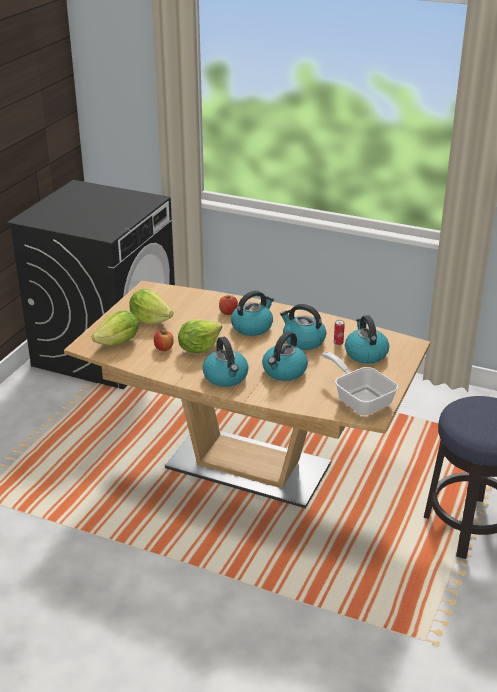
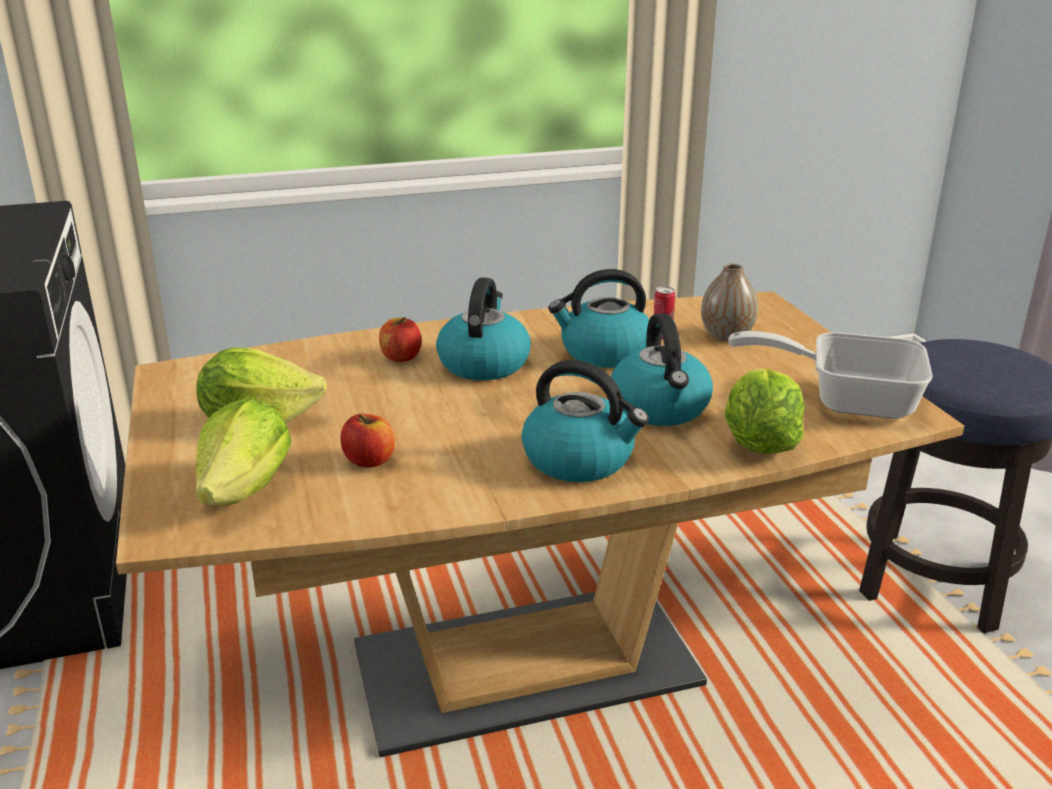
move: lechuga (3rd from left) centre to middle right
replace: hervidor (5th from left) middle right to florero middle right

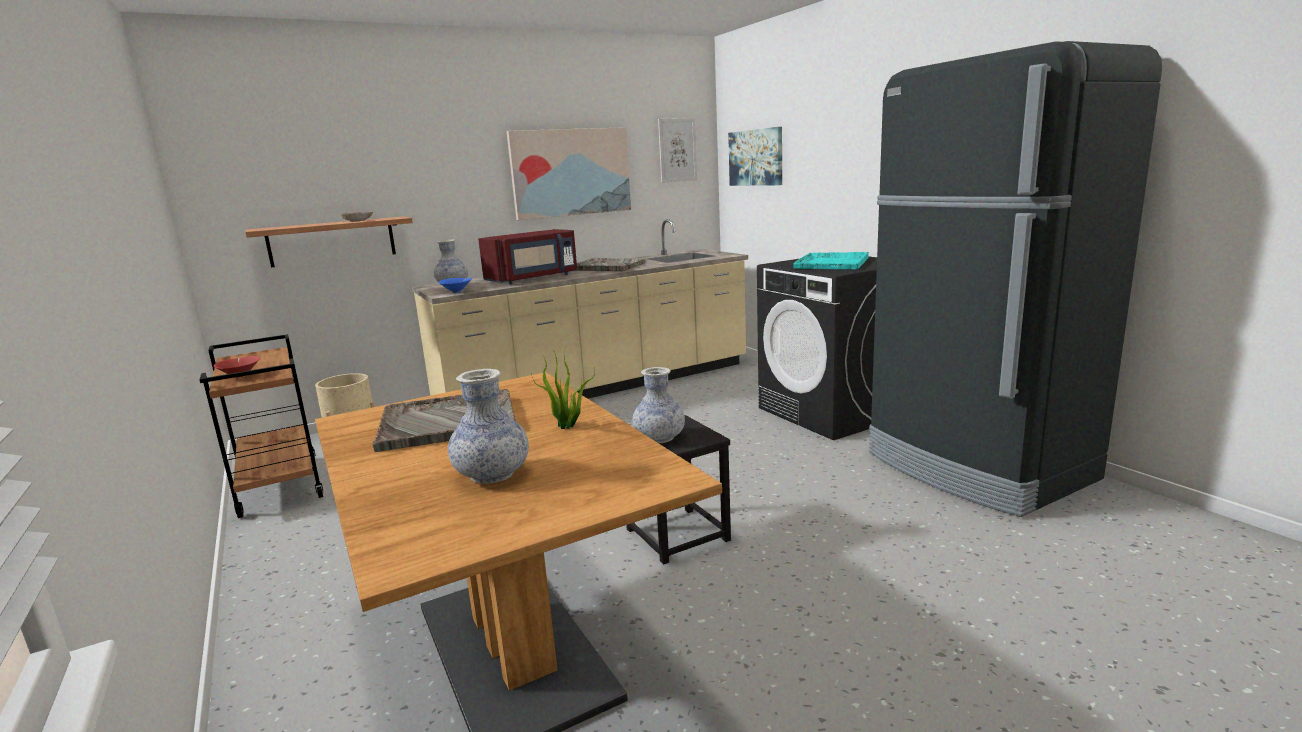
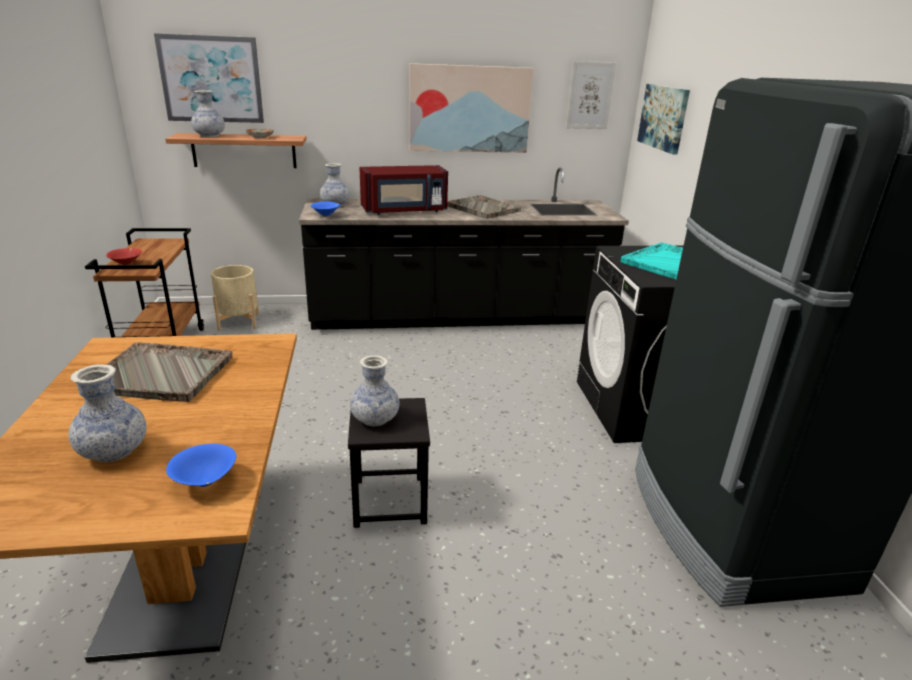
delete: planta en maceta centre
insert: cuadro (1st from left) top left; cuenco [azul] (1st from left) bottom left; florero (2nd from left) top left
recolor: mueble bajo de cocina [beis] centre to mueble bajo de cocina [negro] centre

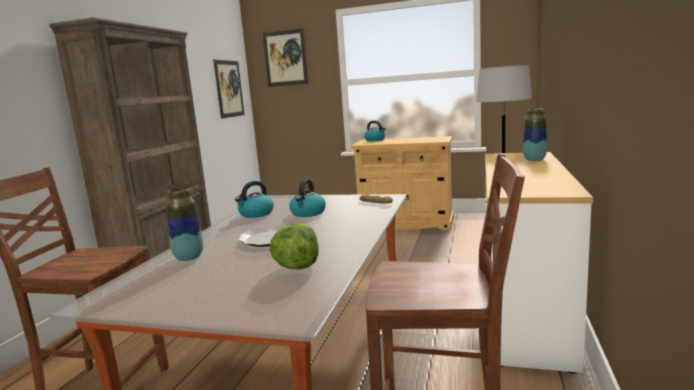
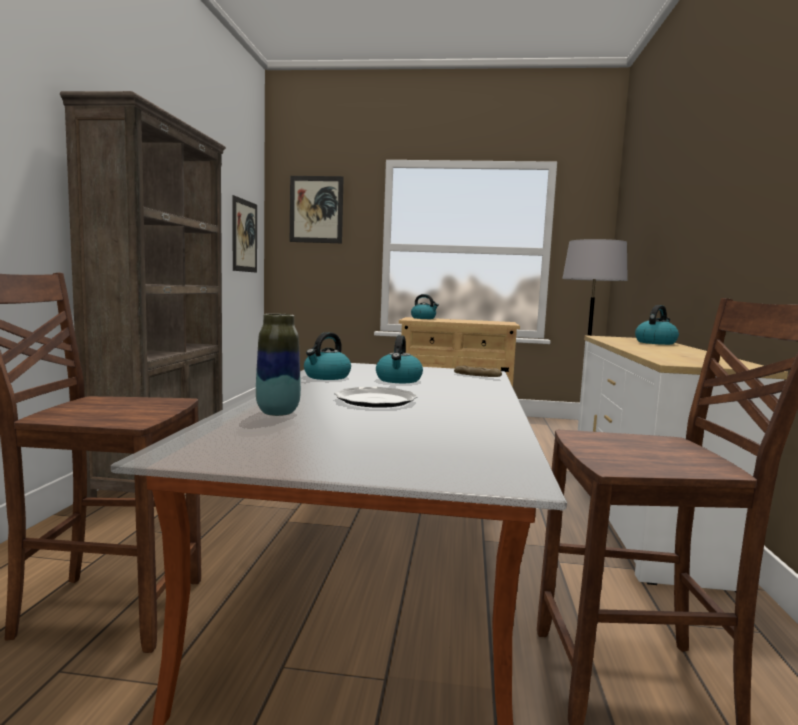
delete: lechuga centre
replace: florero (2nd from left) middle right to hervidor (4th from left) middle right

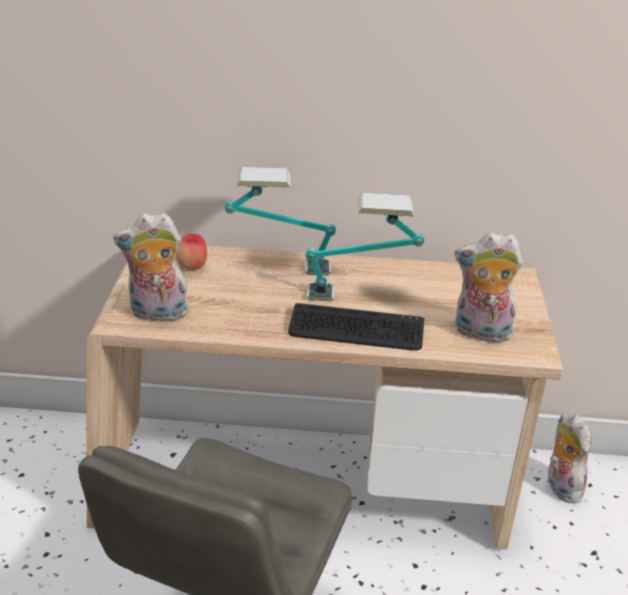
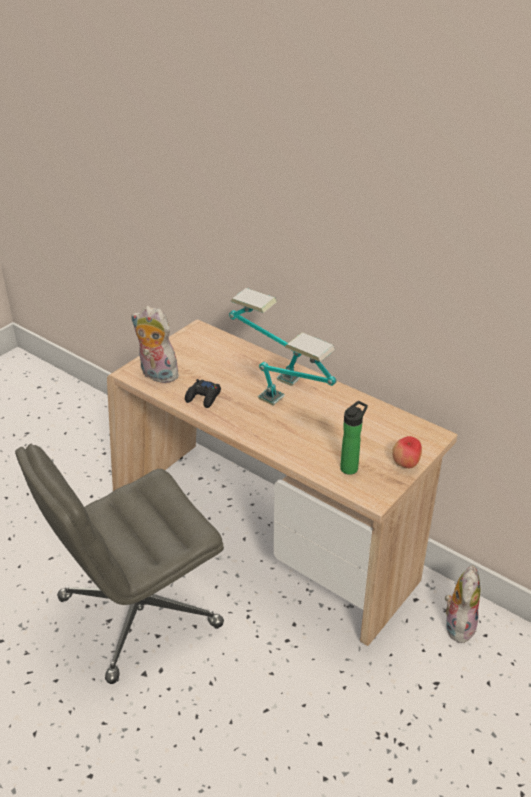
delete: teclado centre
insert: mando de consola [negro] centre
move: manzana middle left to middle right
replace: peluche (2nd from left) middle right to botella middle right

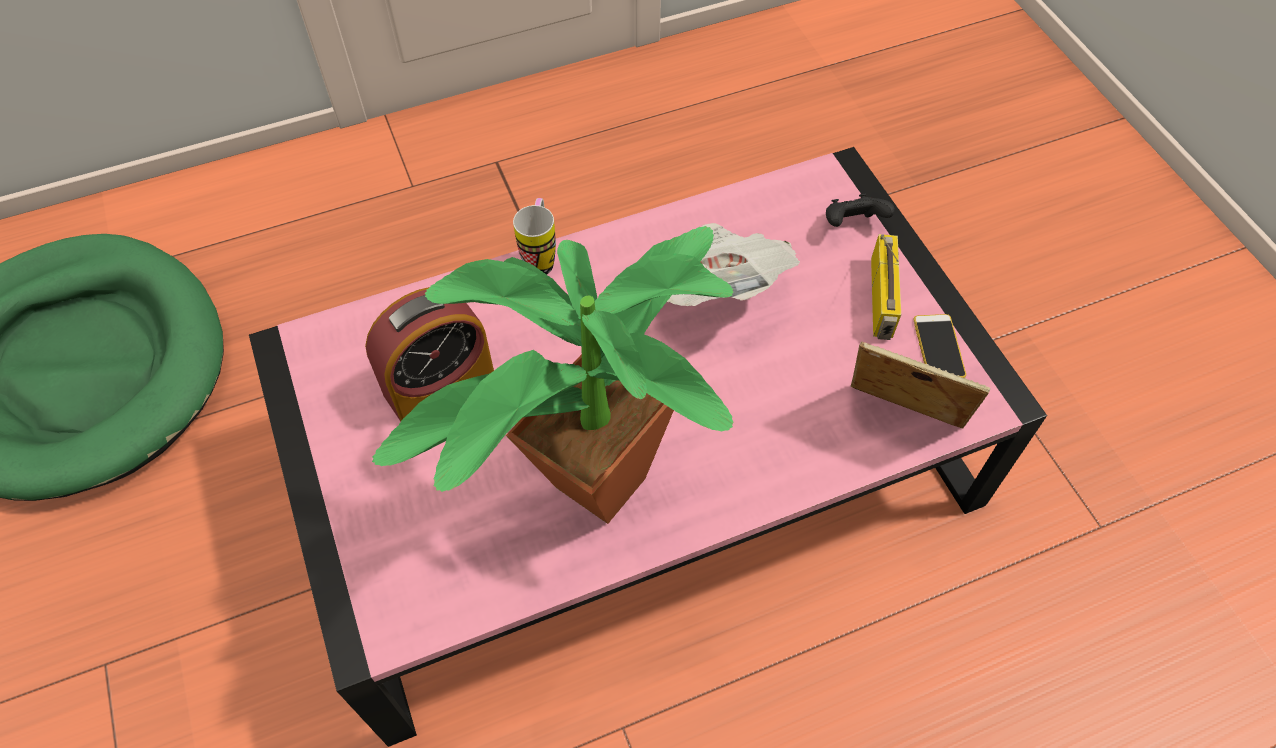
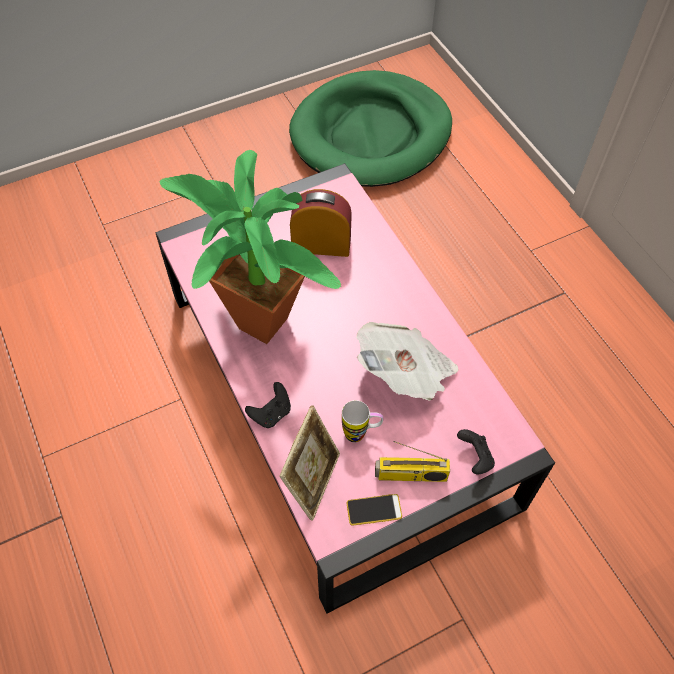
insert: mando de consola [negro] (1st from left) centre
move: taza grande top centre to centre
rotate: despertador centre = top centre 135 degrees clockwise

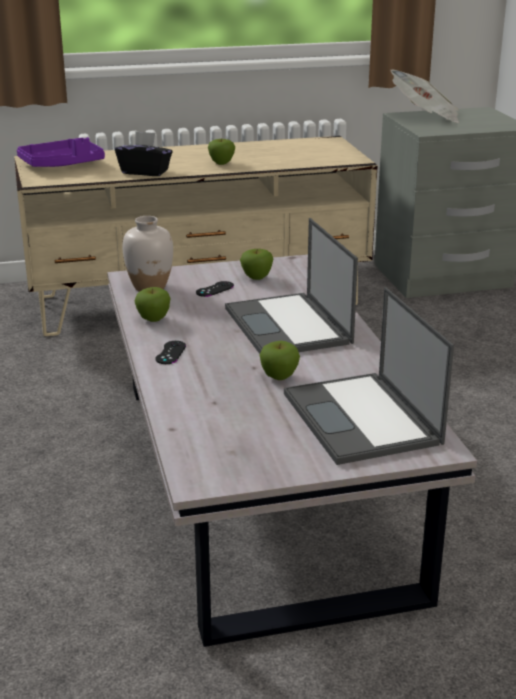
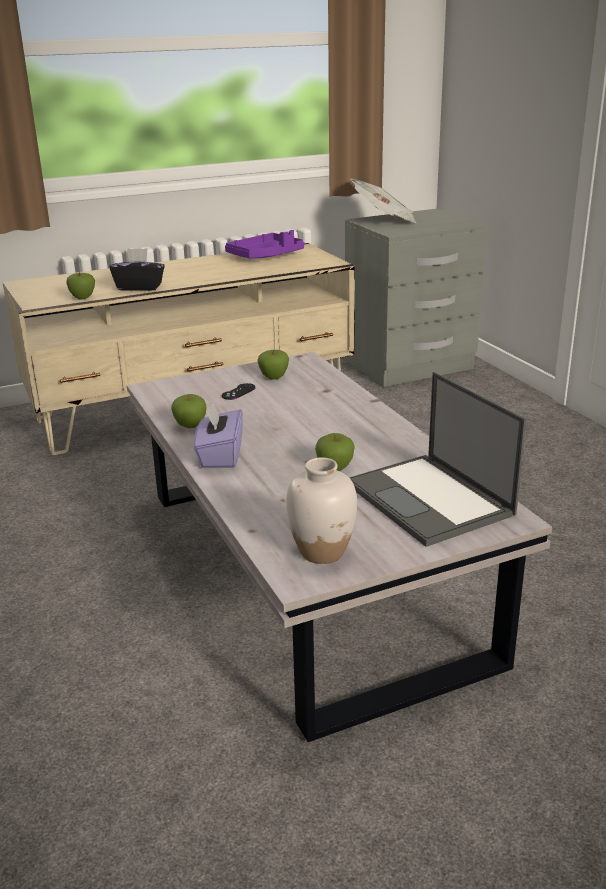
delete: portátil (1st from left) centre
move: bandeja [morado] top left to top centre; florero [blanco] middle left to centre; manzana (2nd from left in the first image) top centre to manzana (1st from left) top left
replace: mando de consola [negro] (1st from left) middle left to caja de pañuelos [morado] centre

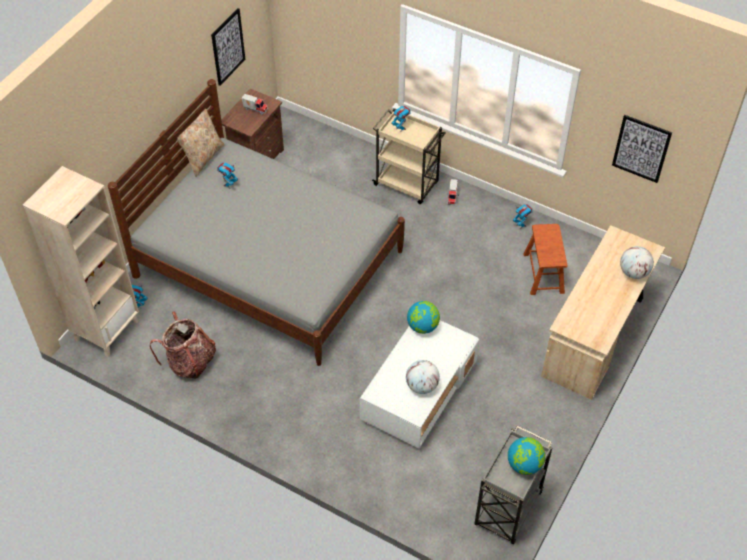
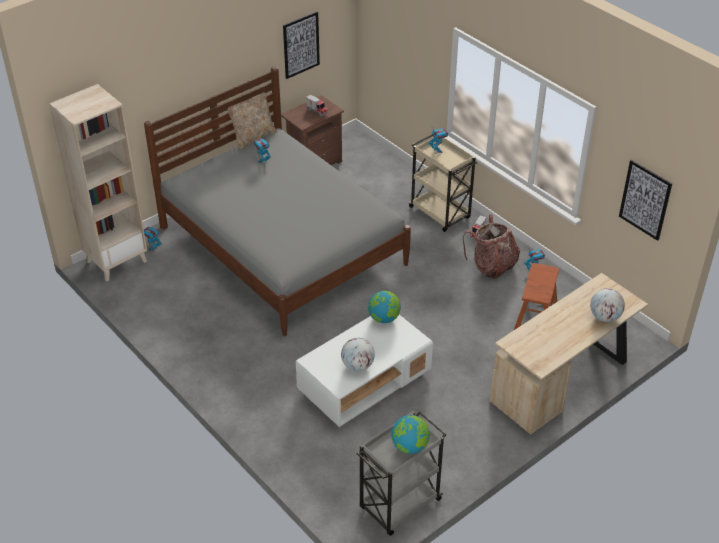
move: mochila middle left to middle right

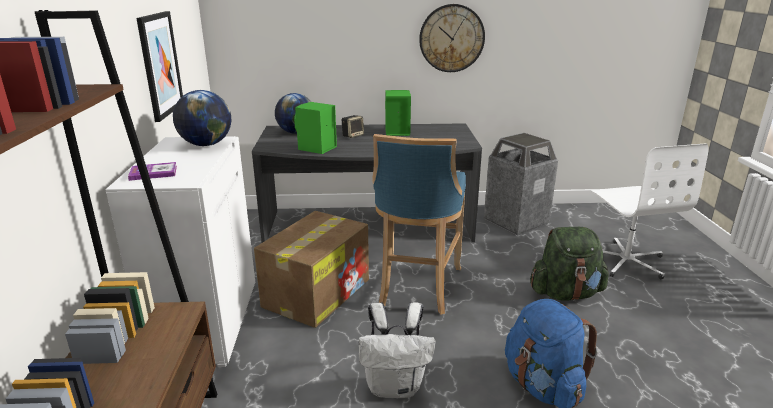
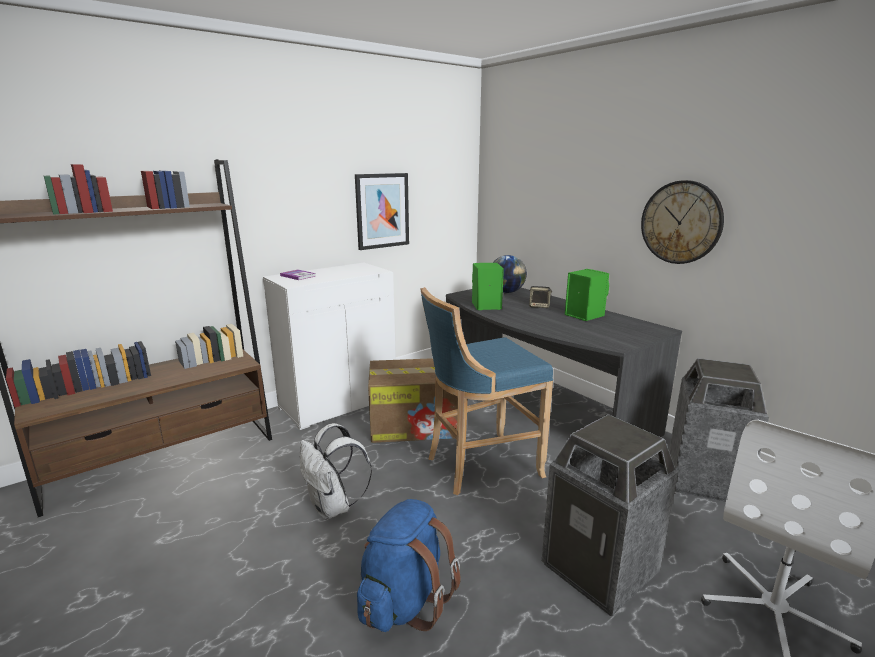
delete: globo terráqueo (1st from left) top left
replace: mochila [verde] middle right to papelera (1st from left) bottom right

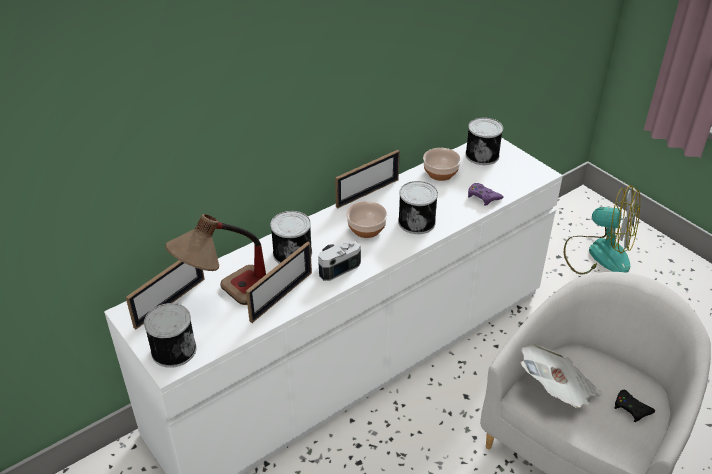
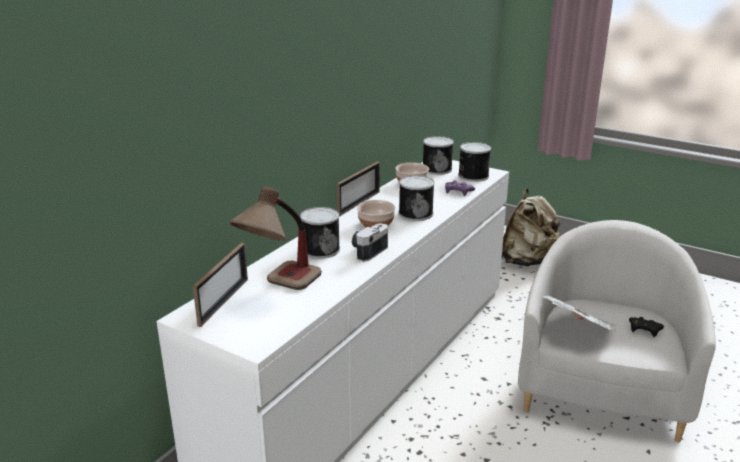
delete: portarretratos (2nd from left) centre
move: lata (1st from left in the first image) bottom left to lata (4th from left) centre
replace: ventilador middle right to mochila [beis] middle right

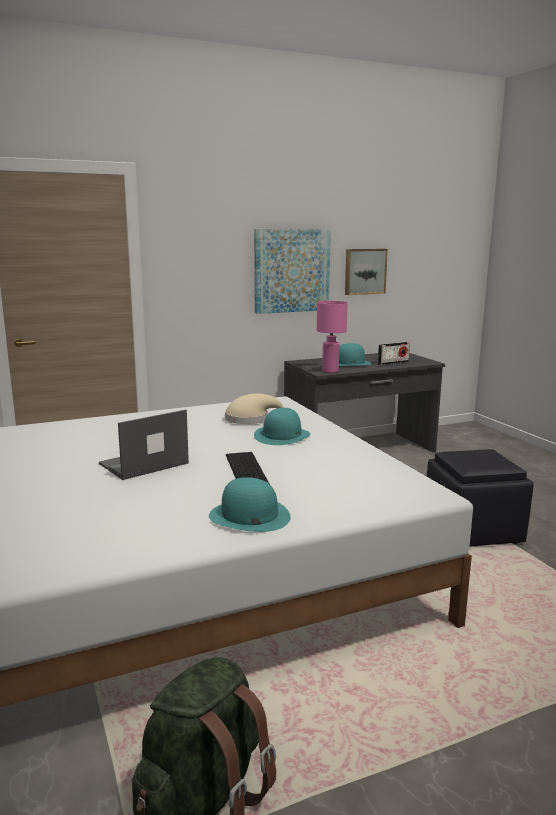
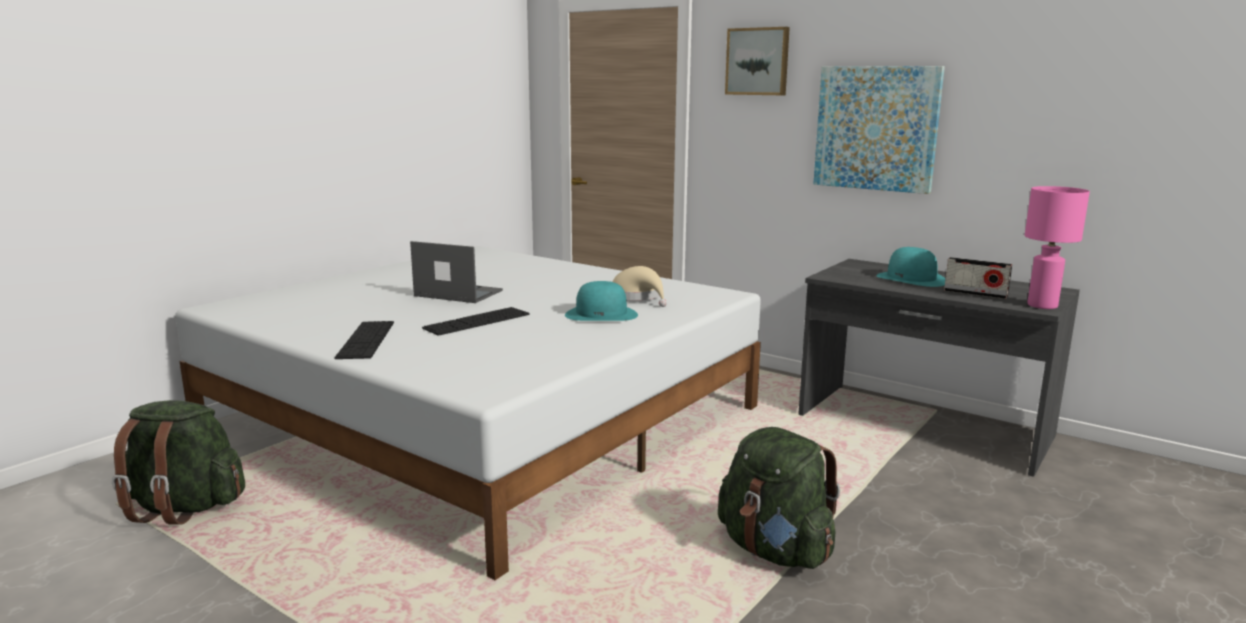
move: lámpara de mesa [rosa] centre to middle right; cuadro (2nd from left in the first image) centre to cuadro (1st from left) top centre
replace: sombrero [turquesa] (1st from left) centre to teclado (1st from left) middle left; puf [negro] middle right to mochila [verde] (2nd from left) bottom centre

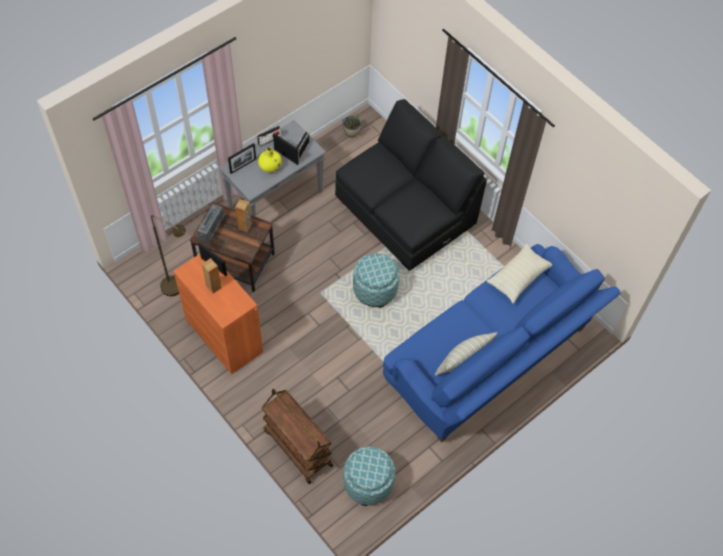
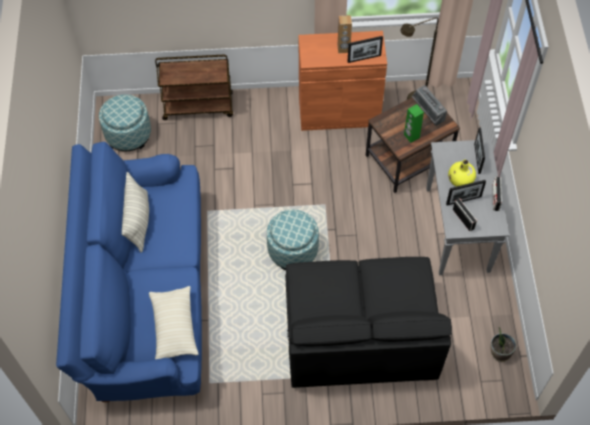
recolor: altavoz [marrón] (2nd from left) centre to altavoz [verde] top right

